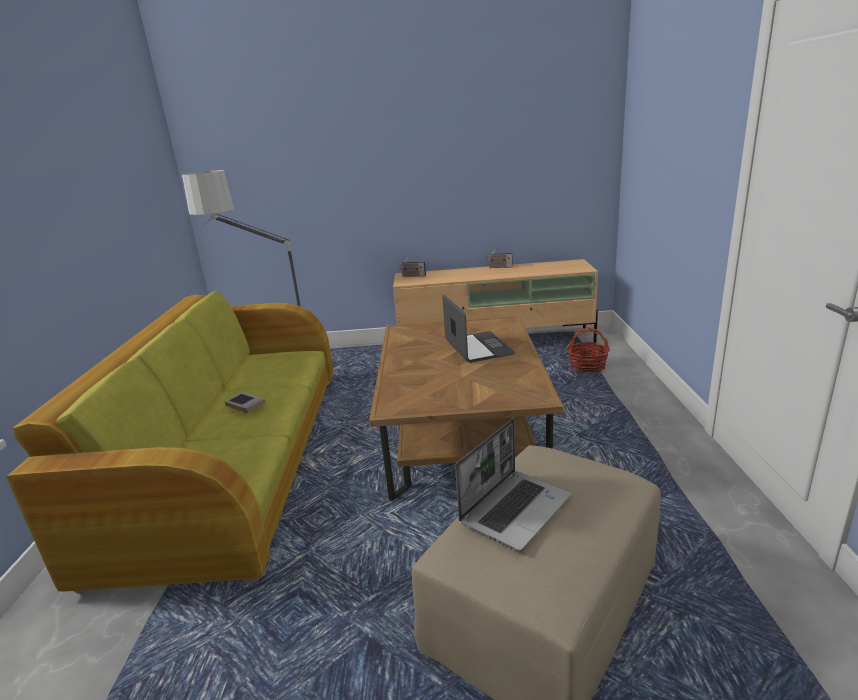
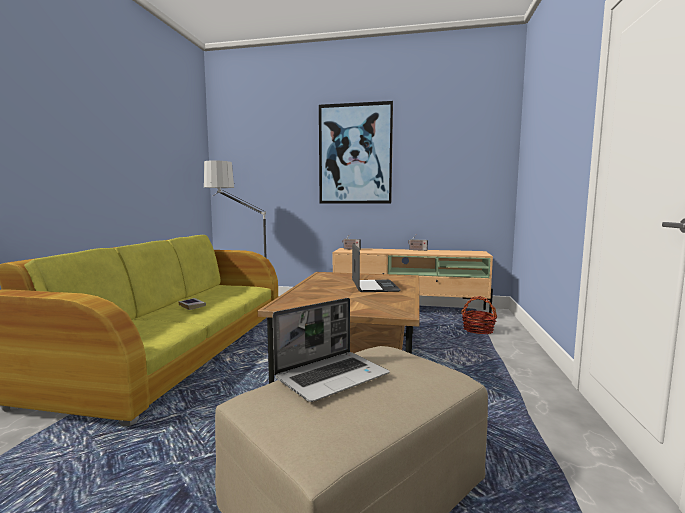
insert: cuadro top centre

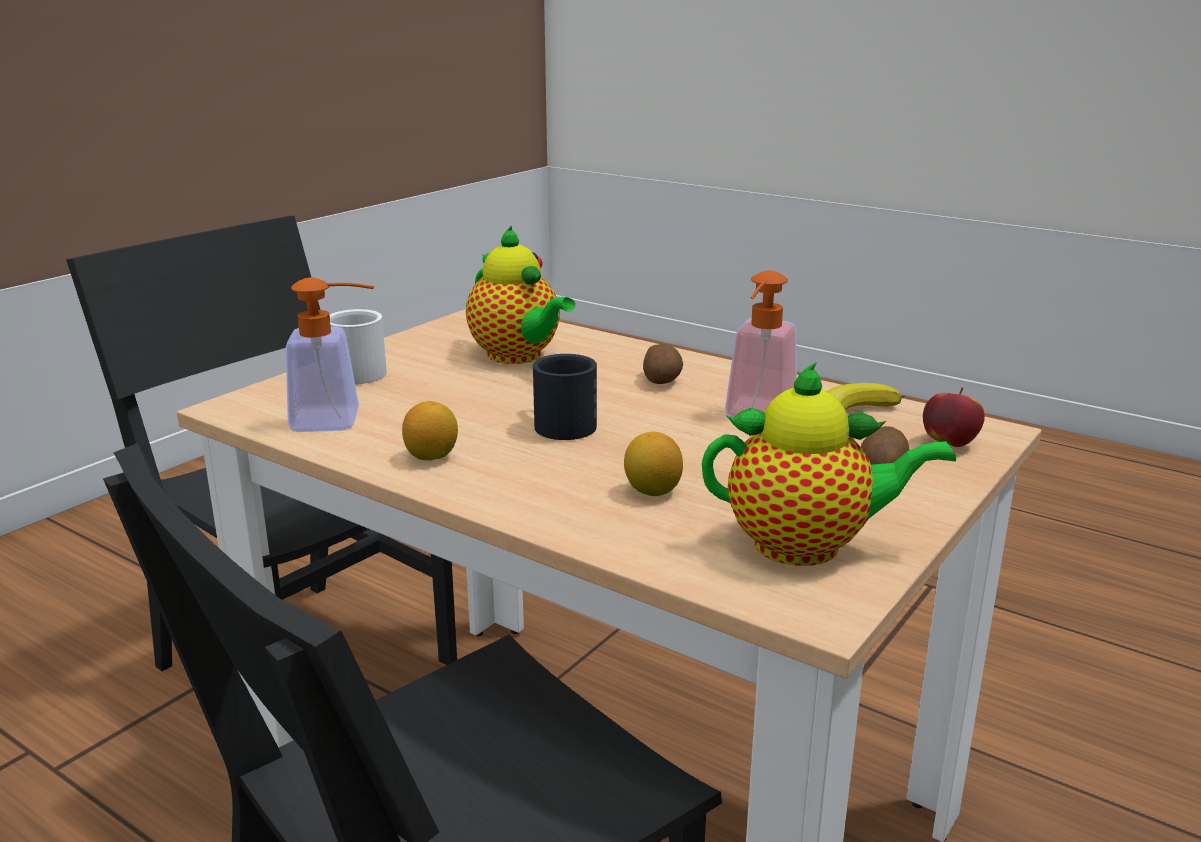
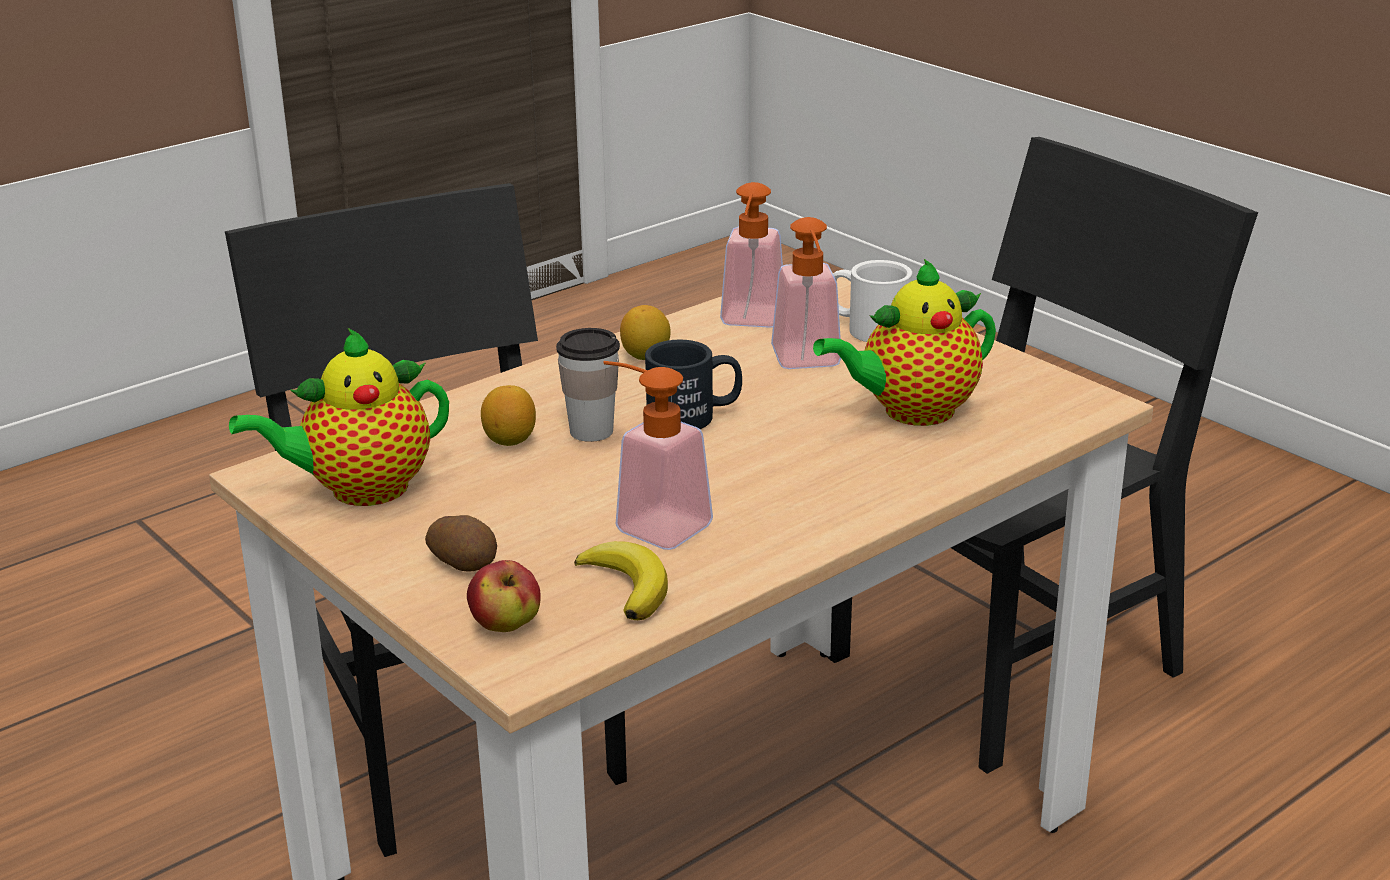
delete: patata (1st from left) centre
insert: taza centre; dispensador de jabón (3rd from left) top centre
rotate: tetera (2nd from left in the first image) middle right = middle left 45 degrees clockwise

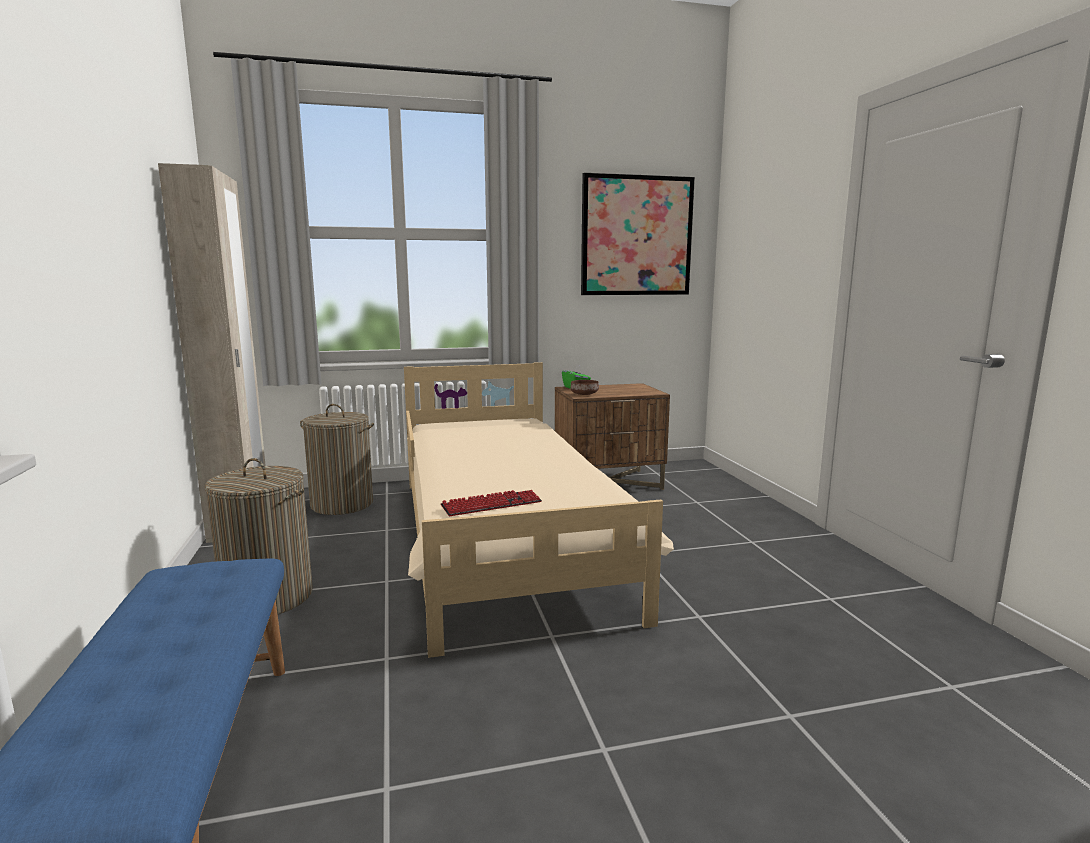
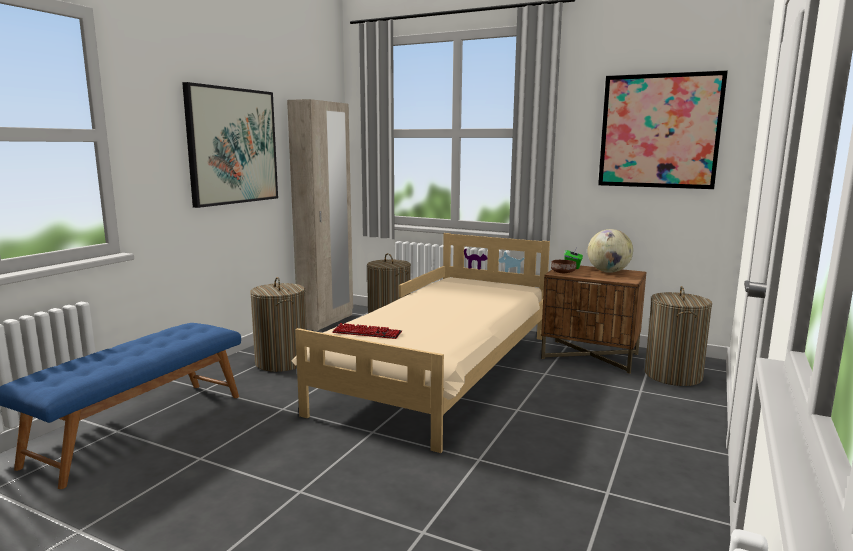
insert: cuadro (1st from left) top left; globo terráqueo middle right; cesto de la ropa (3rd from left) middle right

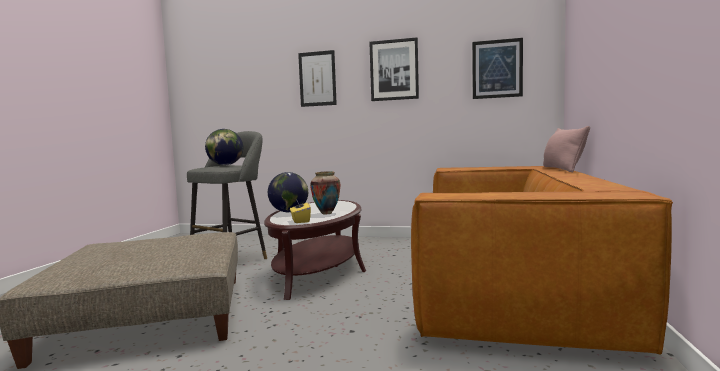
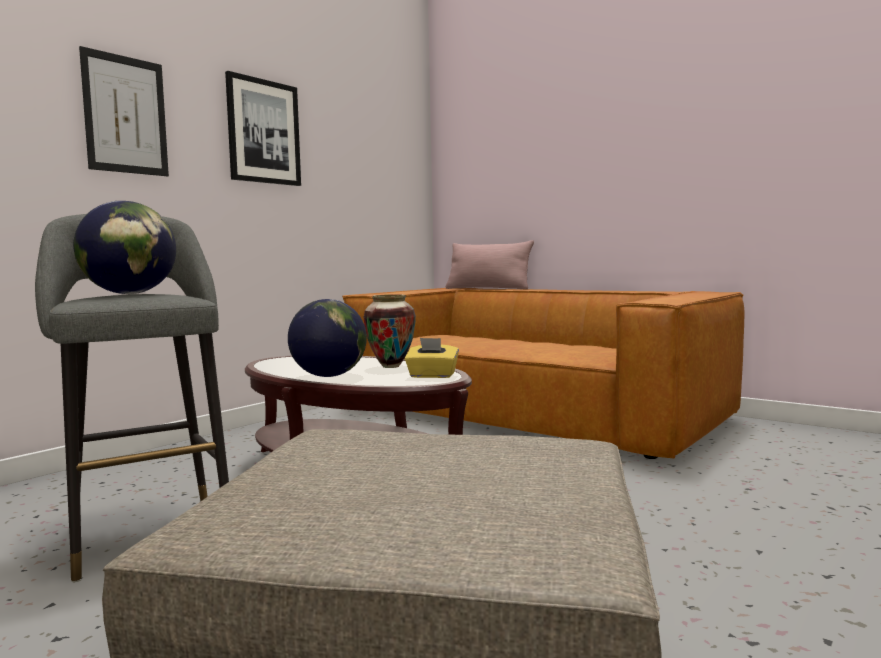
delete: cuadro (3rd from left) top right

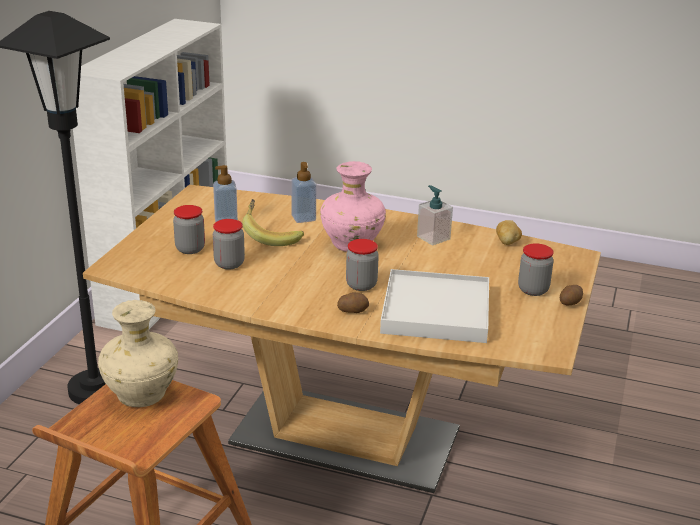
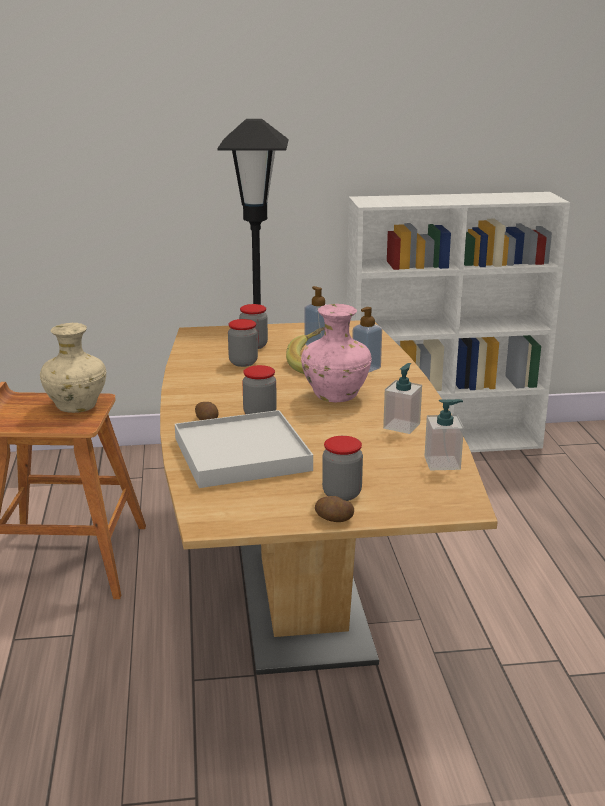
replace: patata (2nd from left) middle right to dispensador de jabón (4th from left) middle right

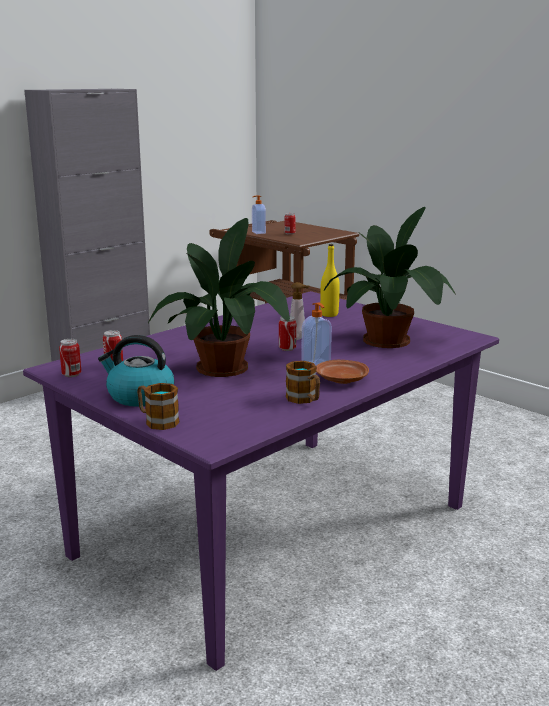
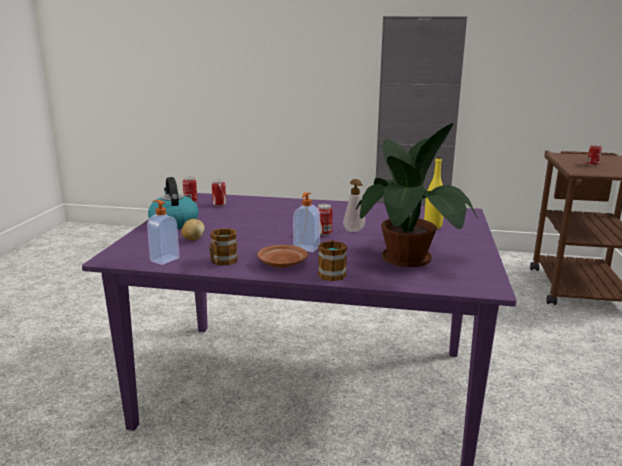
delete: planta en maceta (1st from left) centre
insert: patata middle left
move: taza grande (1st from left in the first image) middle left to taza grande (2nd from left) centre; dispensador de jabón (1st from left) top centre to middle left

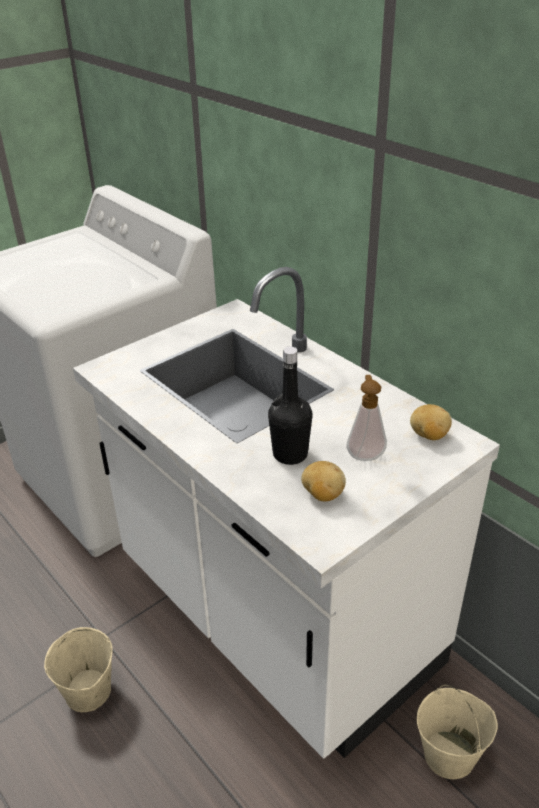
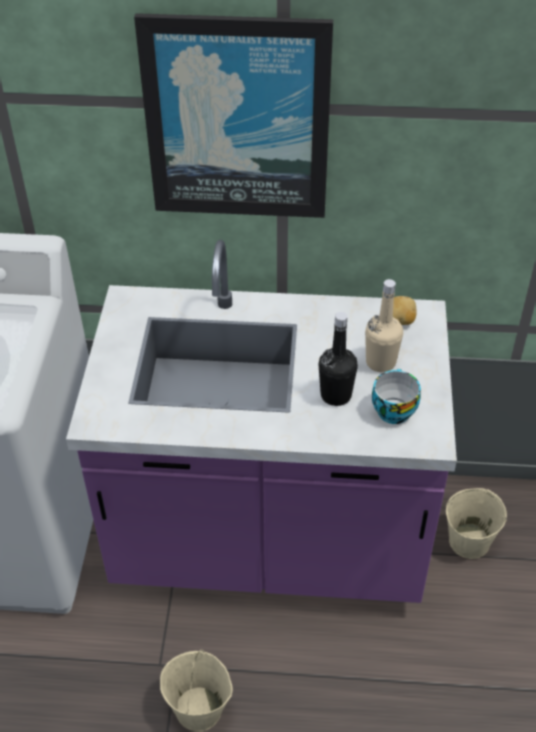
insert: cuadro top centre
replace: patata (1st from left) centre to taza middle right; dispensador de jabón middle right to botella [beis] middle right
recolor: mueble bajo de cocina [blanco] centre to mueble bajo de cocina [morado] centre

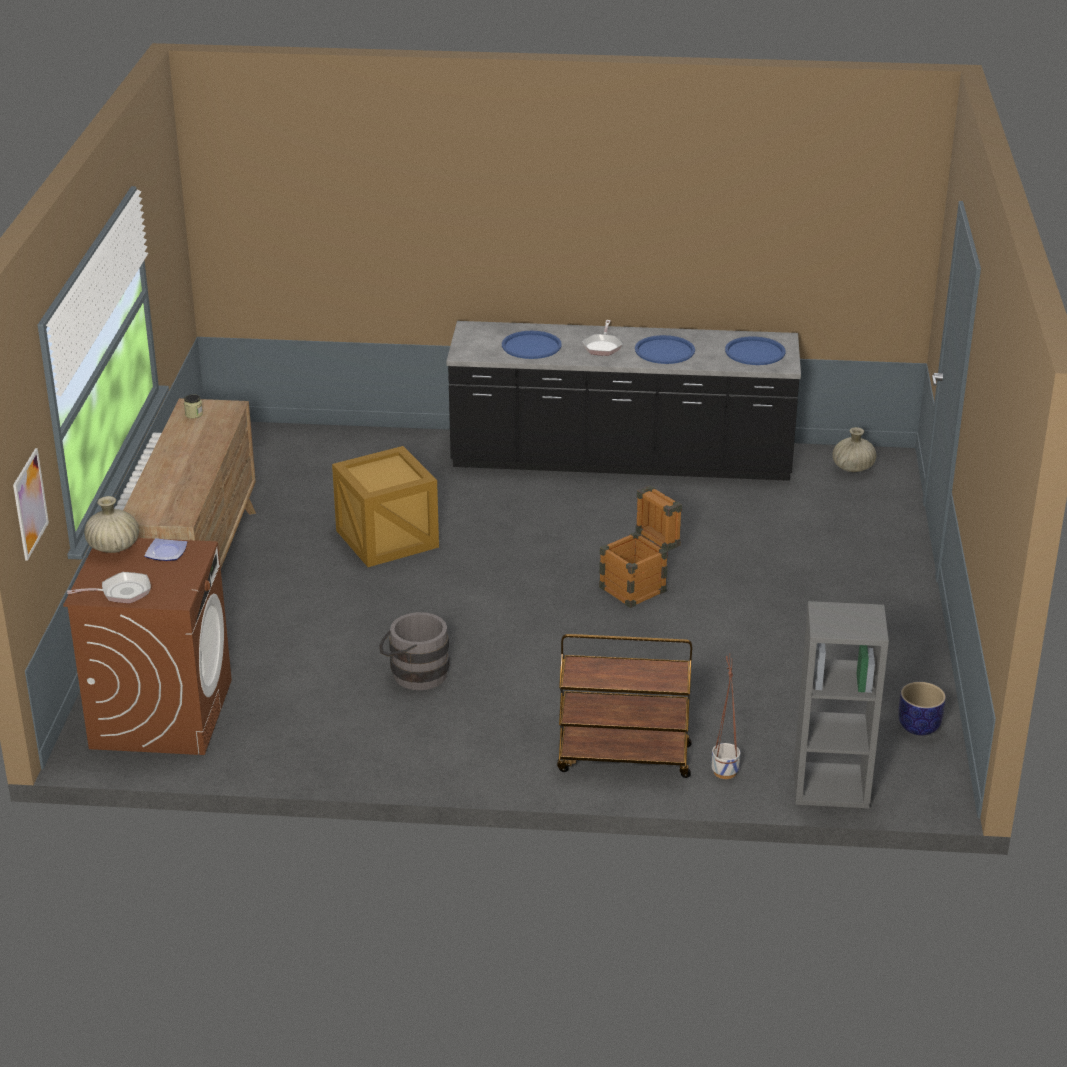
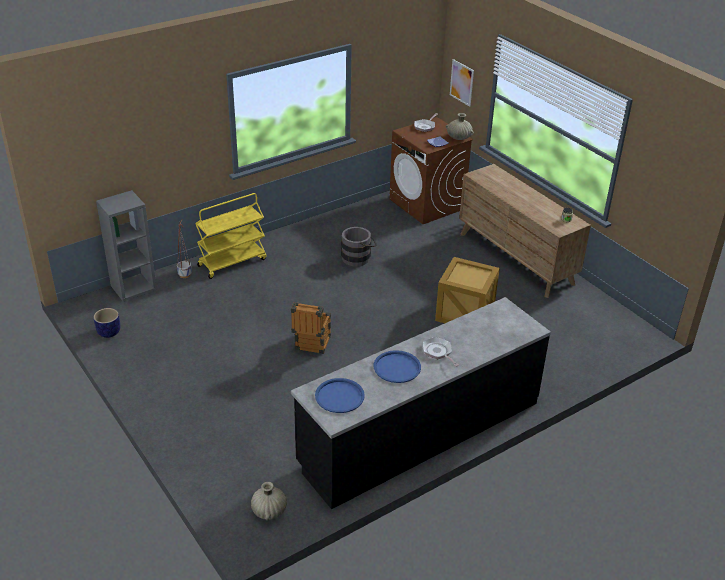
delete: bandeja [azul] (1st from left) top centre
recolor: carrito [marrón] centre to carrito [amarillo] middle left

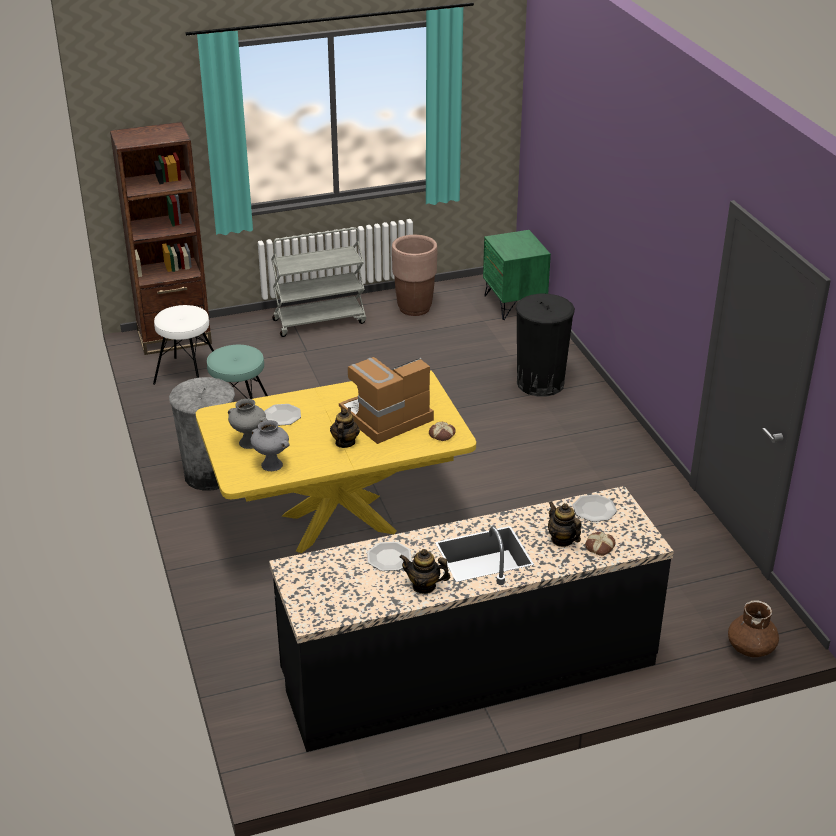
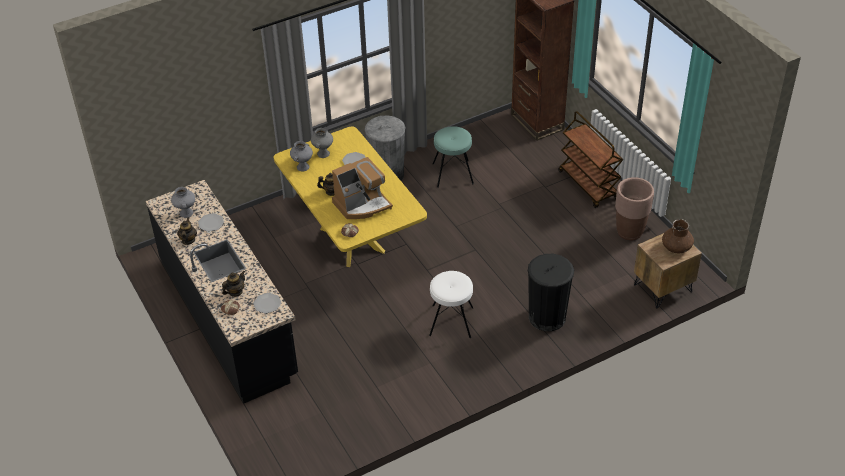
insert: florero [gris] (1st from left) middle left
move: taburete [blanco] middle left to centre; florero [marrón] bottom right to middle right
recolor: carrito [gris] centre to carrito [marrón] middle right; mesita de noche [verde] top centre to mesita de noche [marrón] middle right
rotate: cafetera centre = centre 105 degrees clockwise

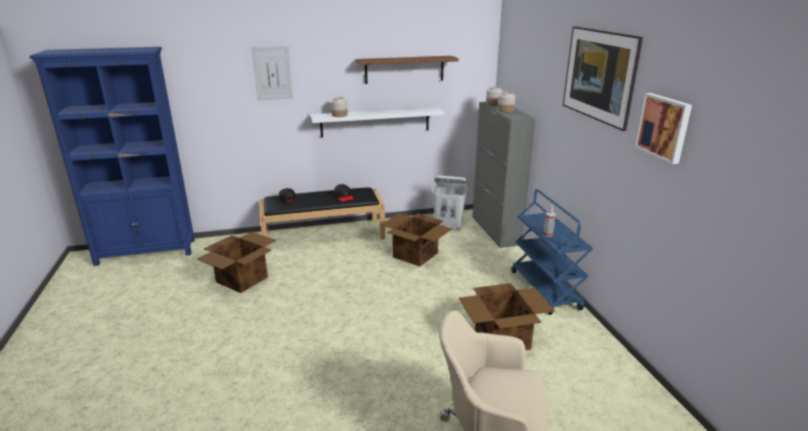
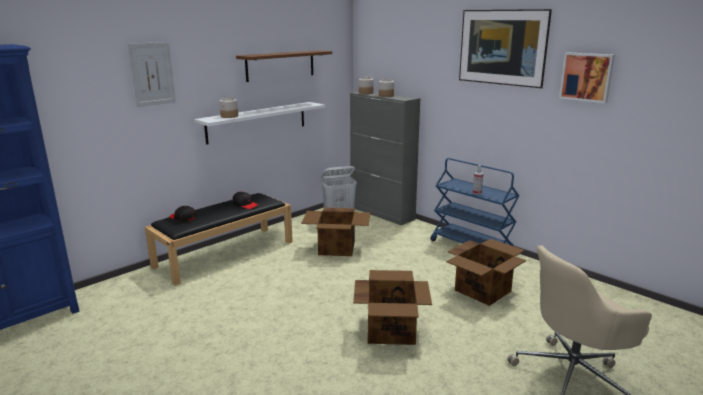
move: caja de cartón (1st from left in the first image) middle left to caja de cartón (2nd from left) bottom centre

